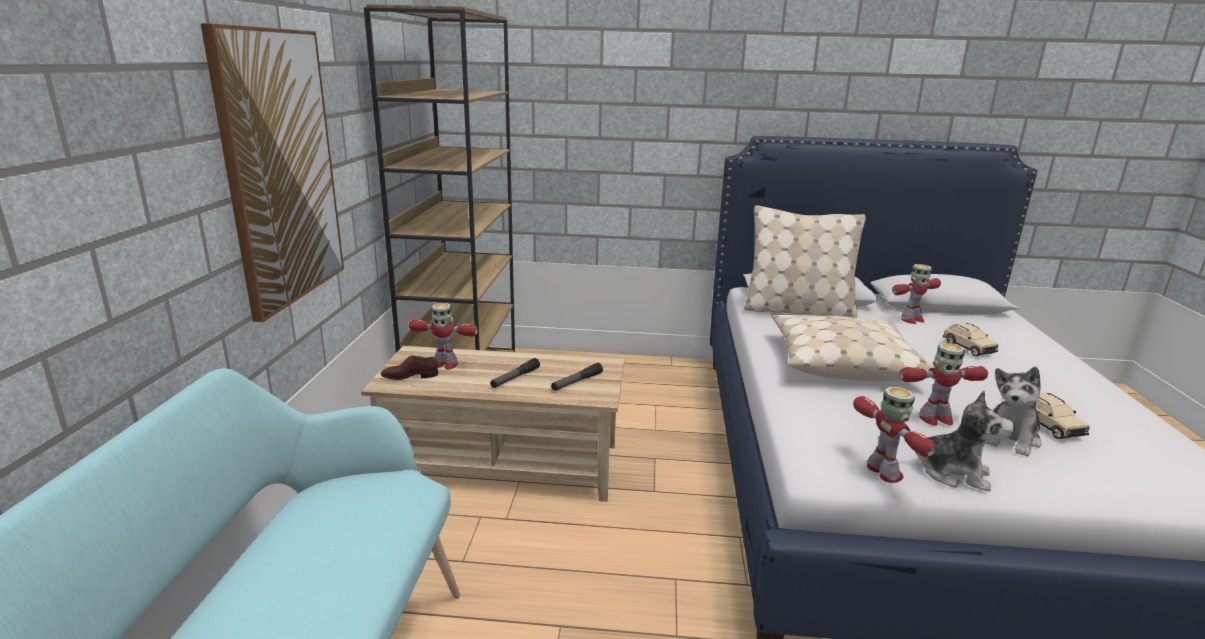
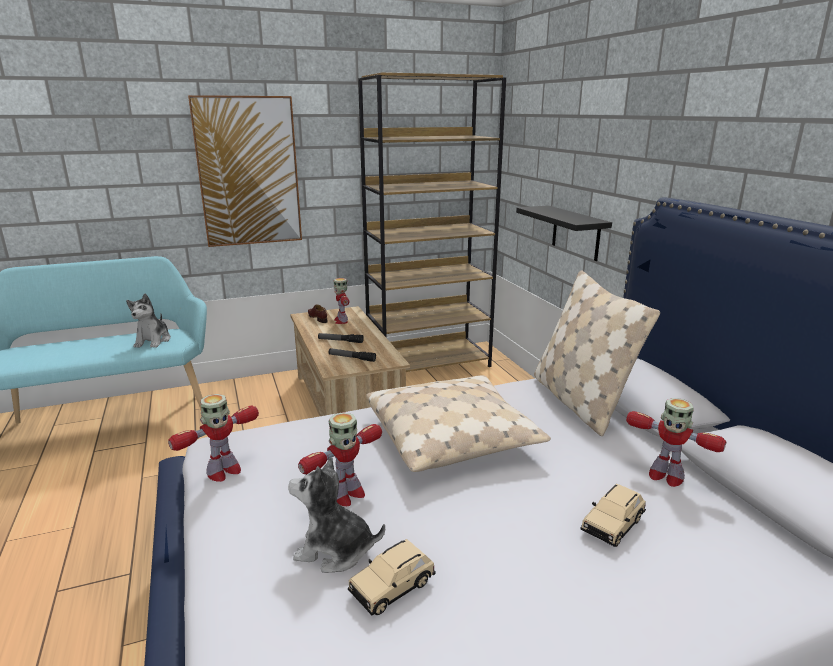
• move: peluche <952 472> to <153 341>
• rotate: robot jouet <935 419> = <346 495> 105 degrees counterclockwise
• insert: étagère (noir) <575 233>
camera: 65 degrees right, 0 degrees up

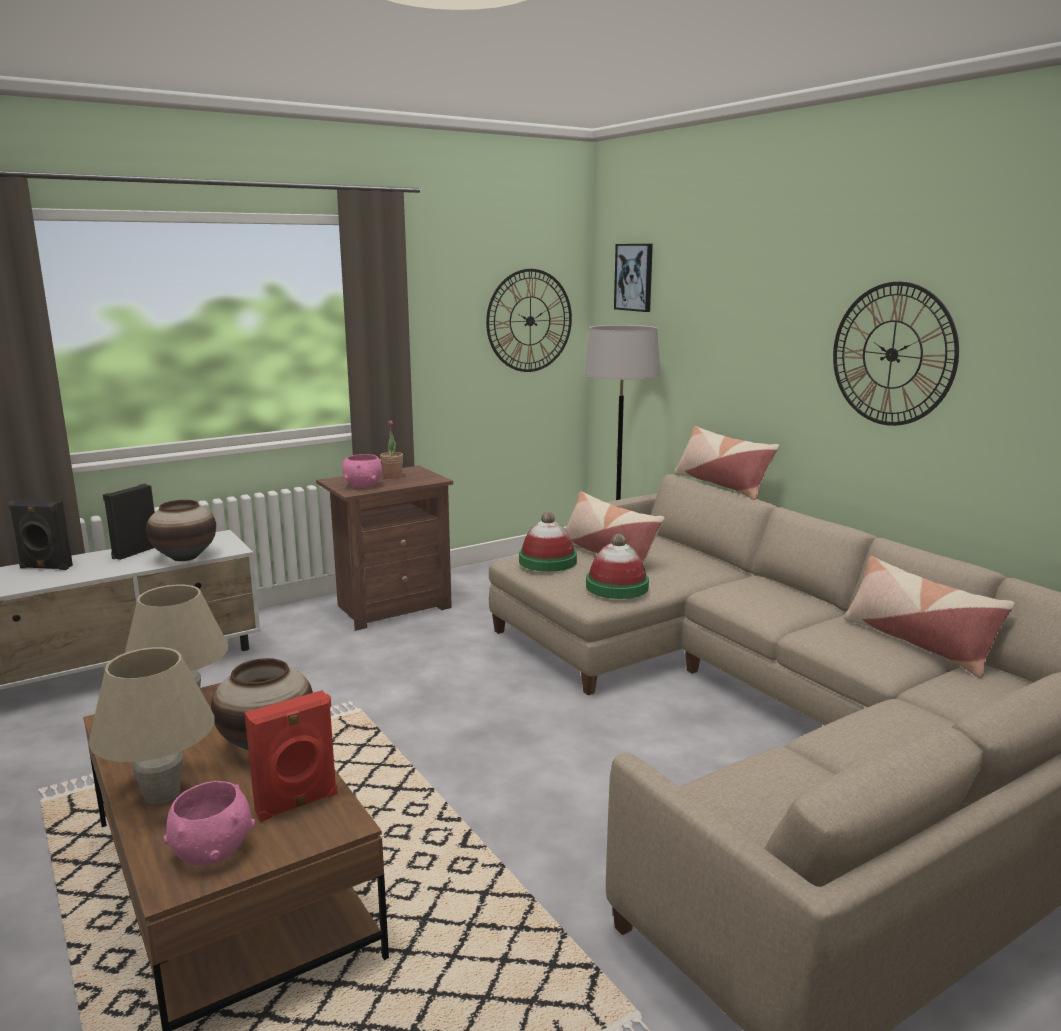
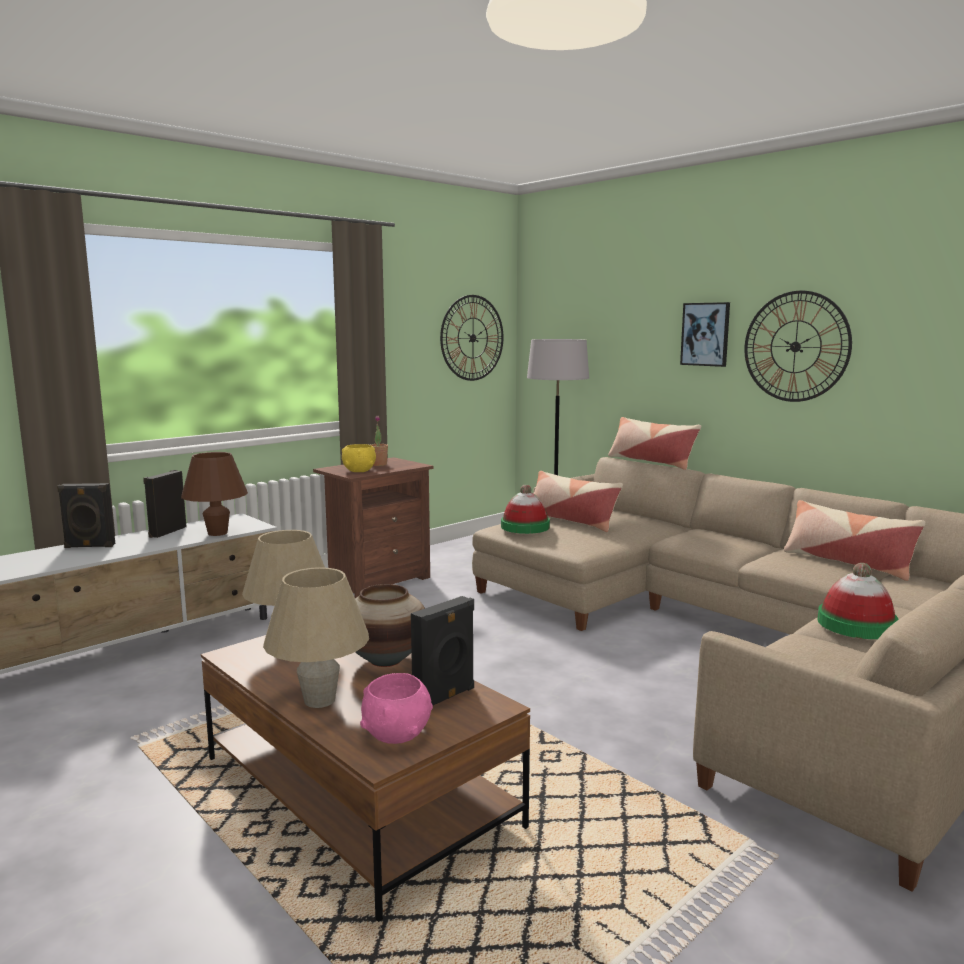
• replace: vase <185 557> to lampe de table (marron) <217 533>
• recolor: bol (rose) <362 486> to bol (jaune) <359 471>
• recolor: enceinte (rouge) <297 804> to enceinte (noir) <445 697>
• move: tableau <634 277> to <705 334>
• move: chapeau <617 587> to <856 624>
camera: 10 degrees left, 5 degrees down

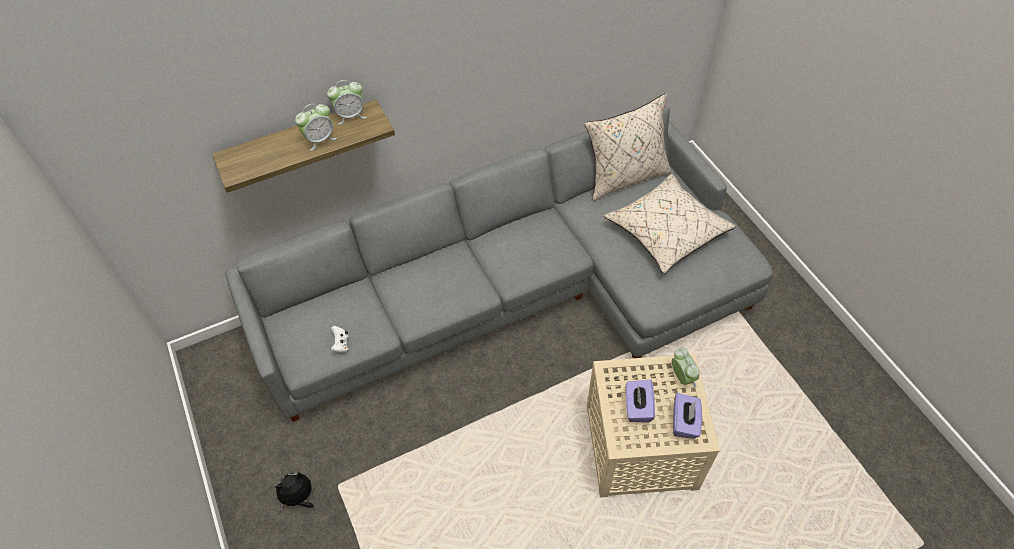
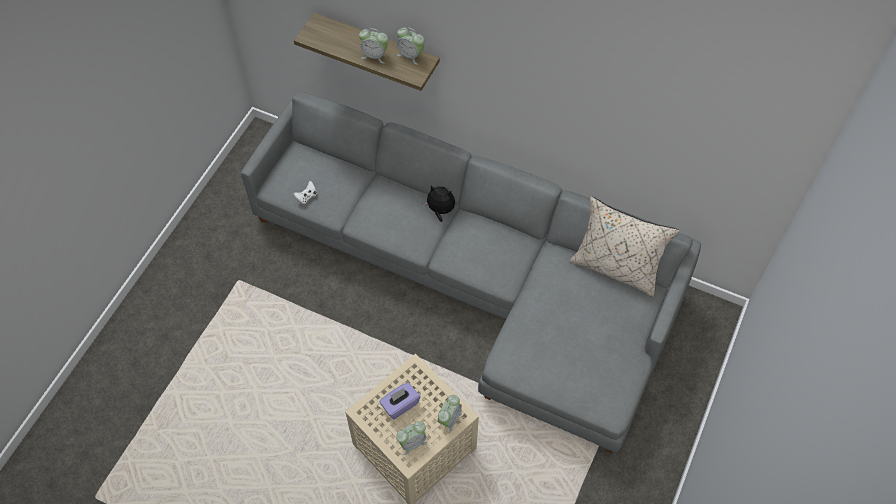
• replace: boîte à mouchoirs (violet) <684 422> to réveil <412 442>
• move: peluche <299 497> to <440 210>
• delete: coussin (beige) <666 231>
camera: 50 degrees right, 5 degrees up

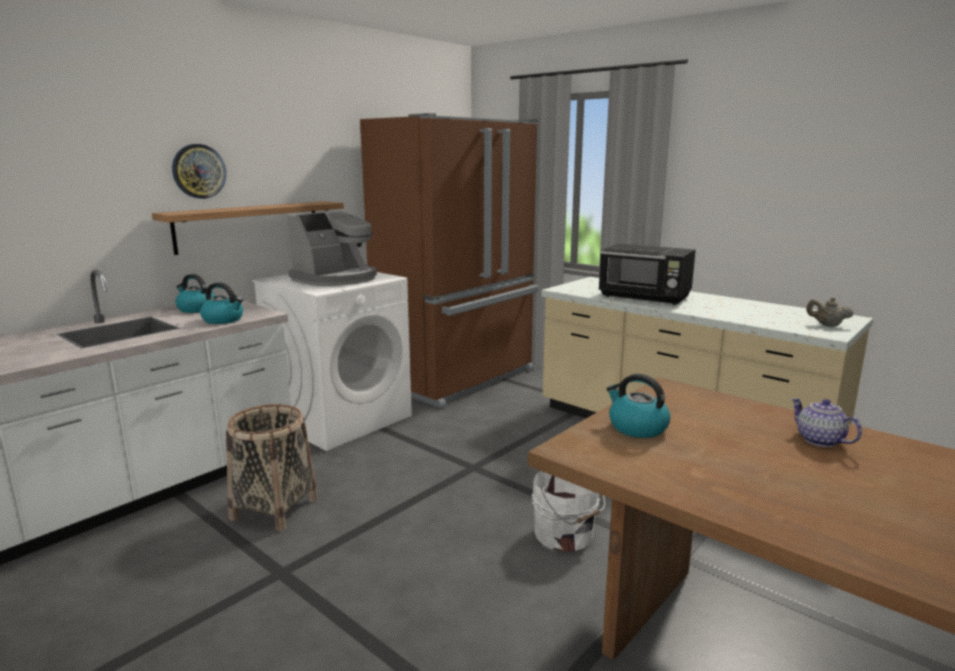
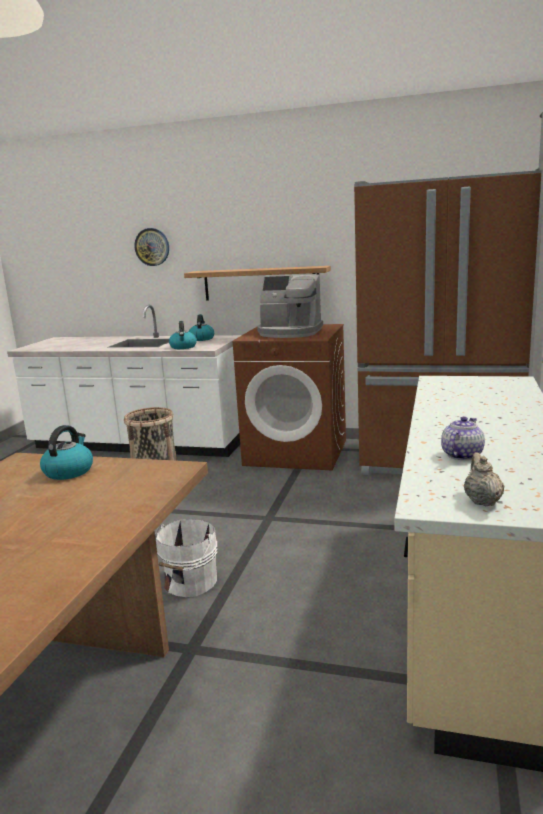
• move: horloge murale <199 171> to <152 247>
• recolor: lave-linge (blanc) <341 418> to lave-linge (marron) <297 452>
• move: théière <819 440> to <461 455>
• delete: micro-ondes (noir) <645 297>
camera: 65 degrees right, 0 degrees up

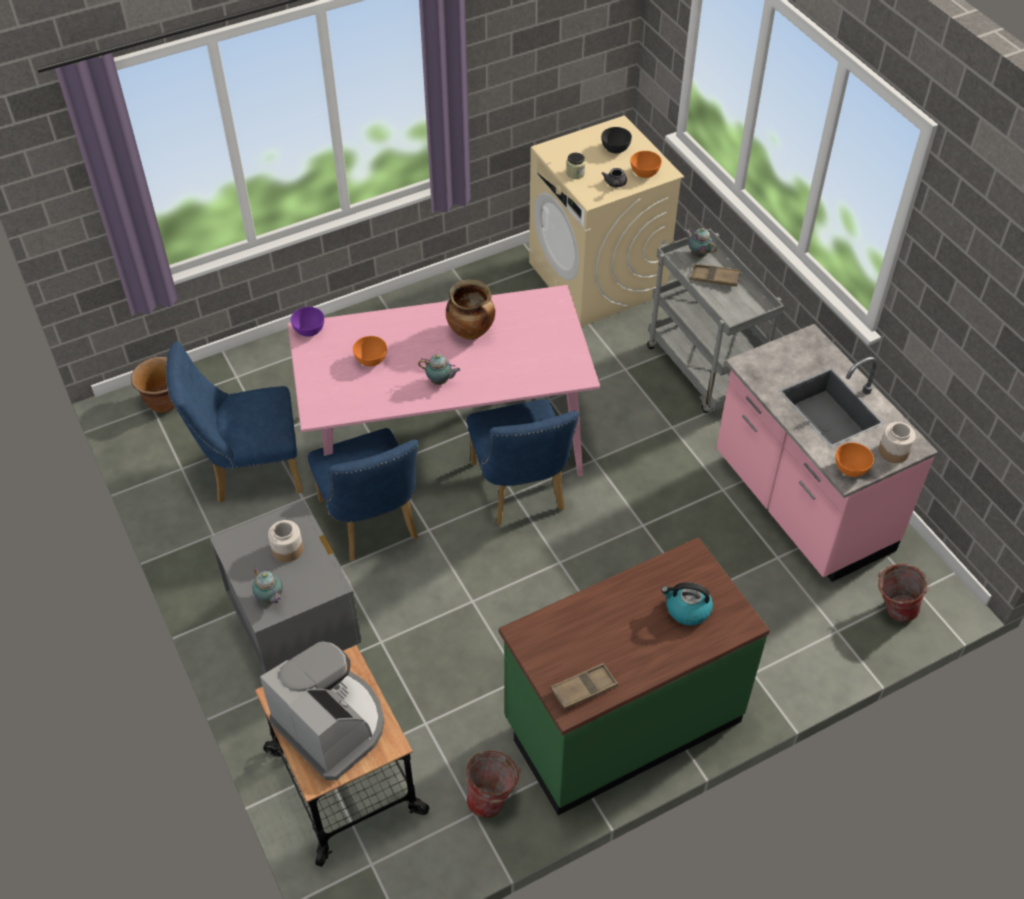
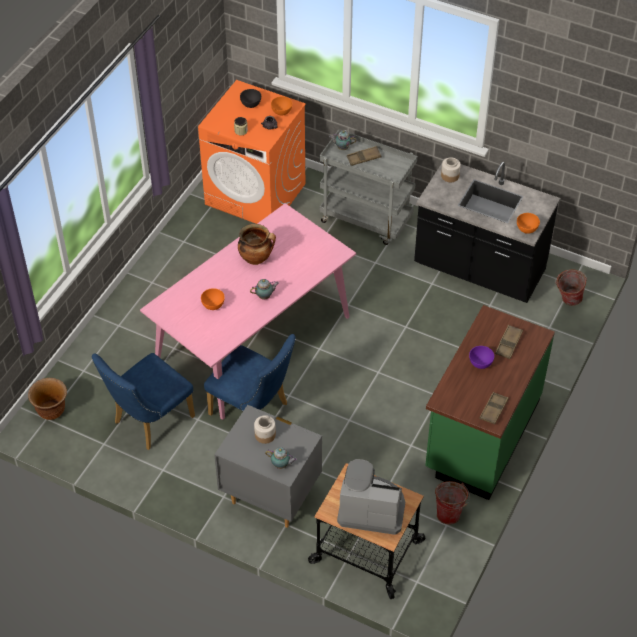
• recolor: lave-linge (beige) <597 279> to lave-linge (orange) <256 194>
• recolor: comptoir de cuisine (rose) <800 505> to comptoir de cuisine (noir) <479 270>
• move: bocal <894 451> to <450 176>
• move: bol (violet) <309 331> to <480 363>
• replace: bouilloire <687 609> to plateau (marron) <508 344>
• delete: chaise (bleu) <520 492>
camera: 35 degrees left, 0 degrees up

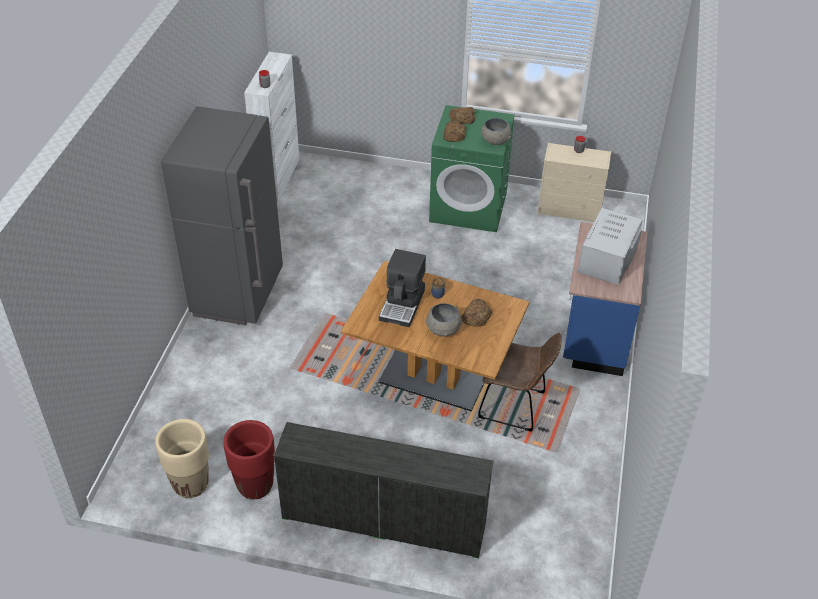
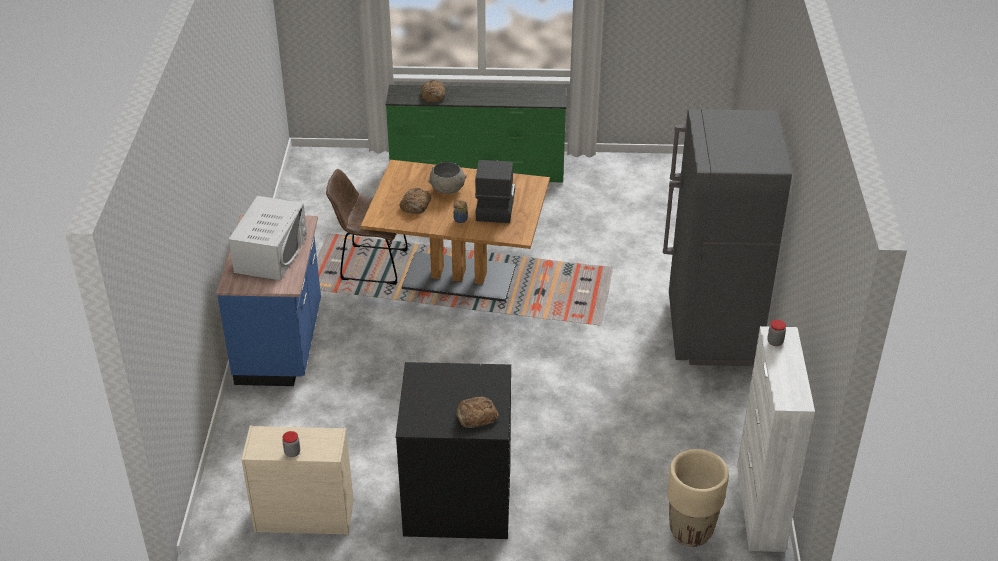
• recolor: lave-linge (vert) <469 207> to lave-linge (noir) <457 500>
• move: pain <454 134> to <434 95>
• move: cache-pot (beige) <190 485> to <691 531>
• delete: cache-pot (rouge) <255 486>
• delete: bol (gris) <495 141>
camera: 170 degrees right, 5 degrees down

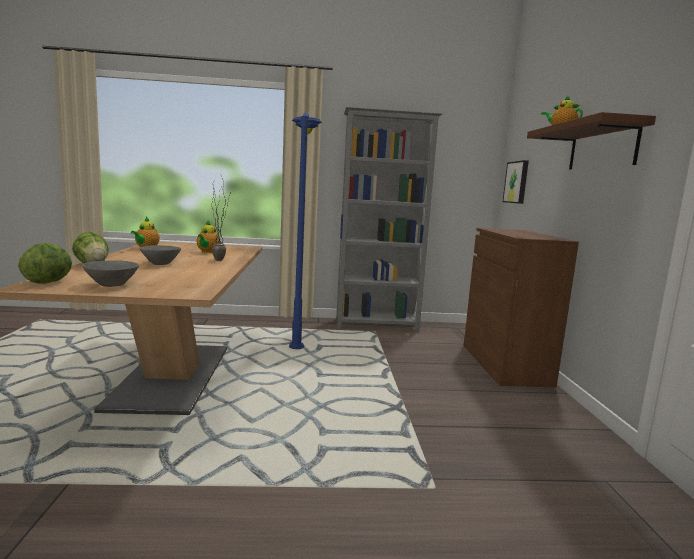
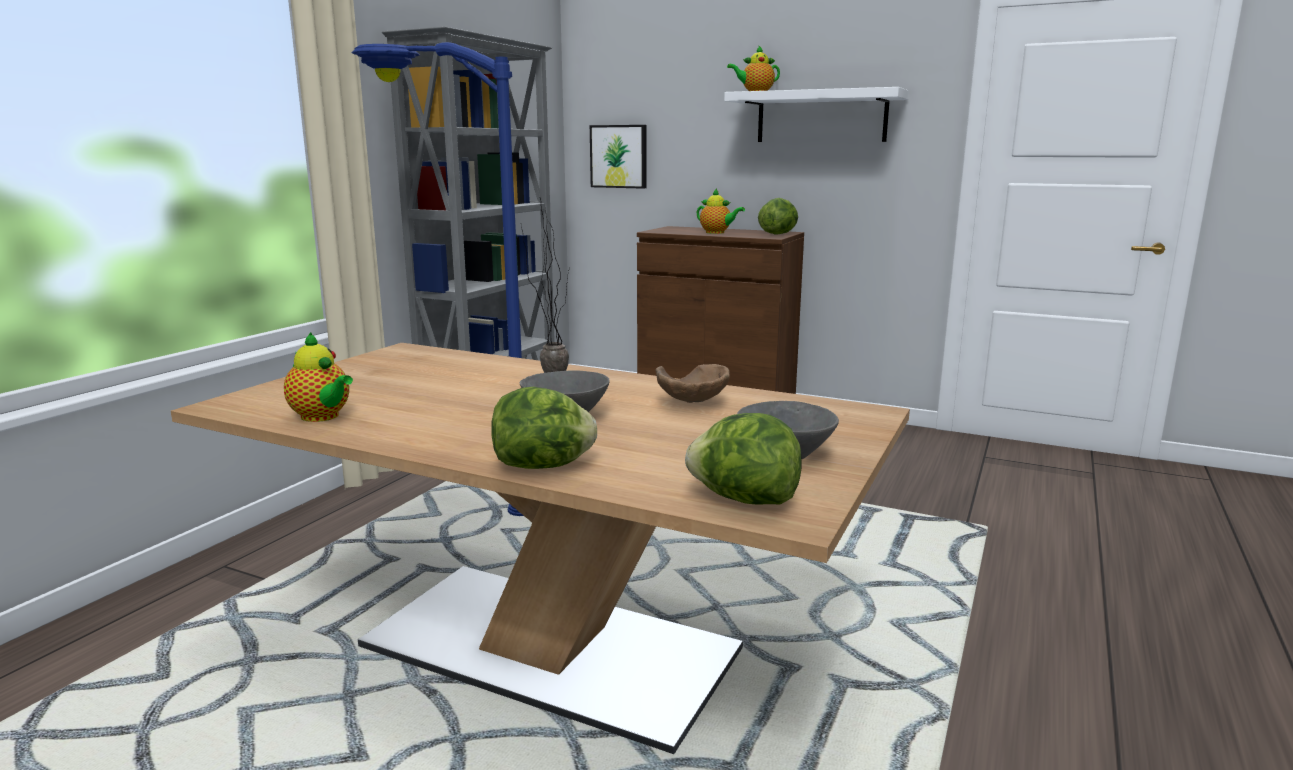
• insert: bol (marron) <692 404>
• move: théière <207 252> to <717 233>
• recolor: étagère (marron) <602 147> to étagère (blanc) <821 117>
• insert: laitue <778 234>
camera: 60 degrees left, 5 degrees up

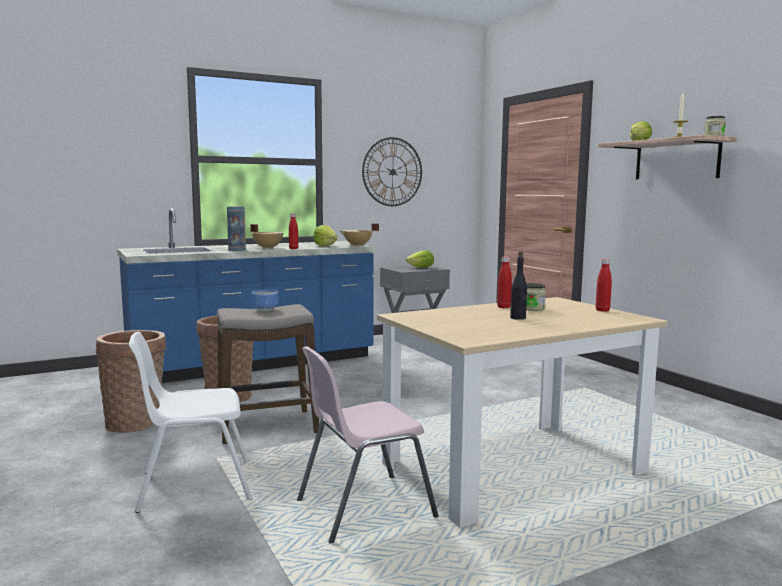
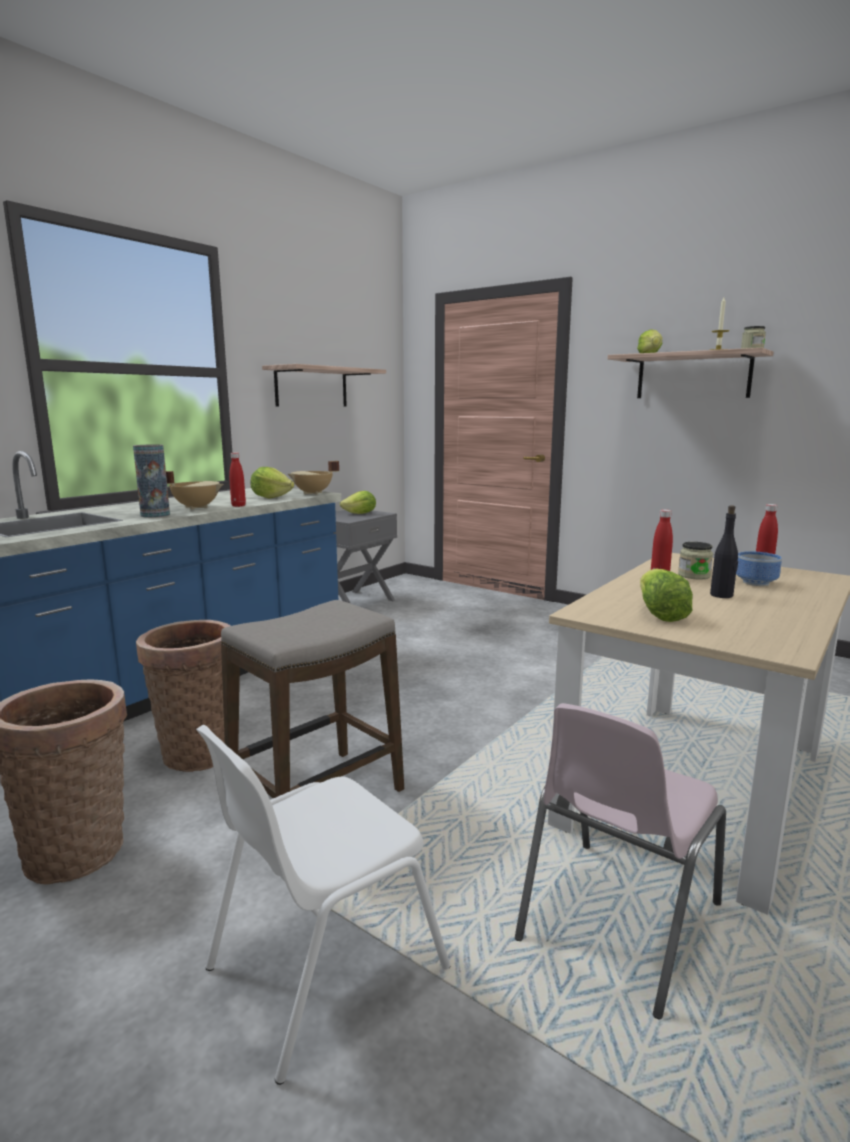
• replace: horloge murale <392 172> to étagère <311 387>
• insert: laitue <659 614>
• move: bol <265 309> to <757 583>
camera: 25 degrees left, 5 degrees up

